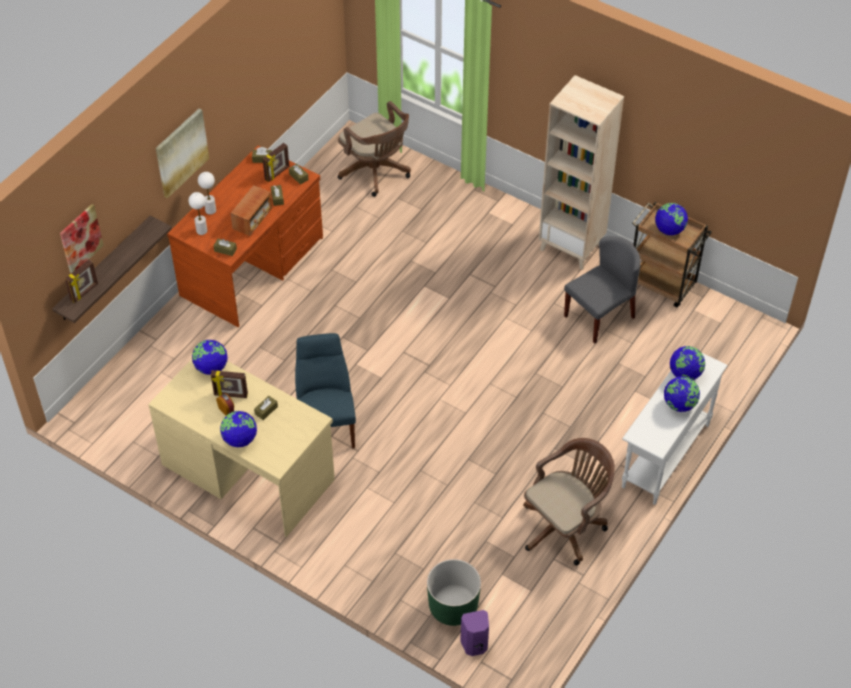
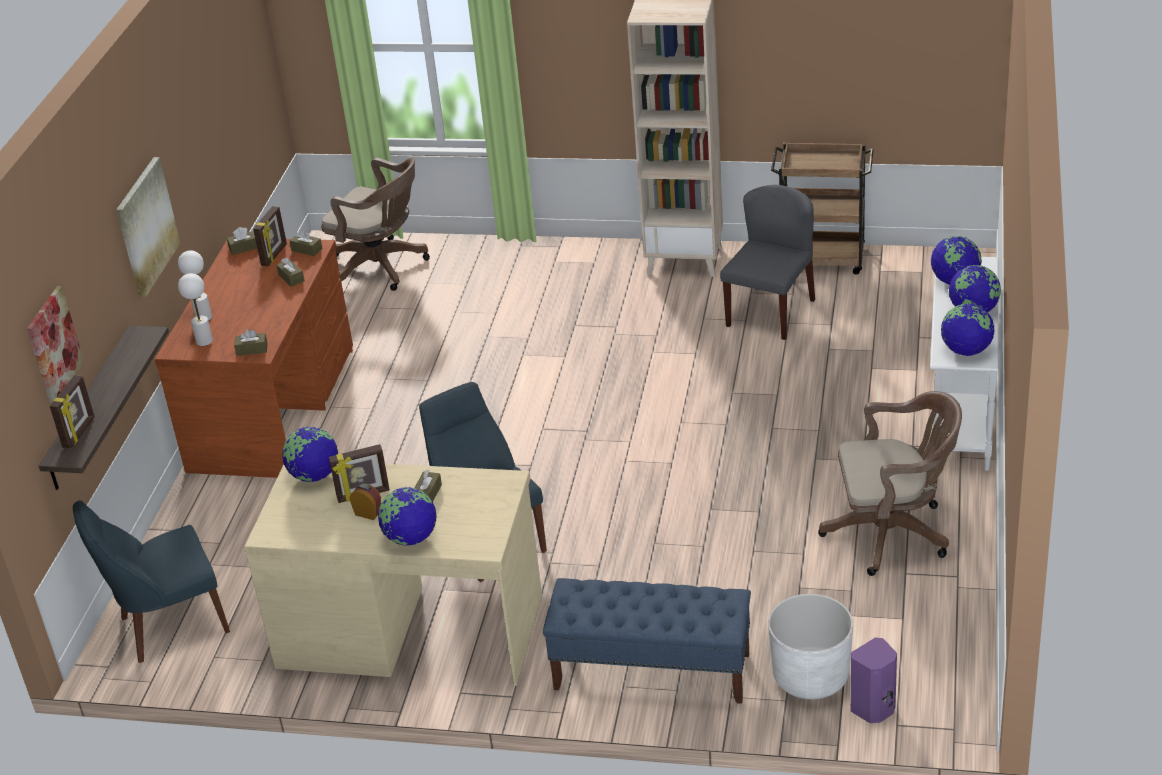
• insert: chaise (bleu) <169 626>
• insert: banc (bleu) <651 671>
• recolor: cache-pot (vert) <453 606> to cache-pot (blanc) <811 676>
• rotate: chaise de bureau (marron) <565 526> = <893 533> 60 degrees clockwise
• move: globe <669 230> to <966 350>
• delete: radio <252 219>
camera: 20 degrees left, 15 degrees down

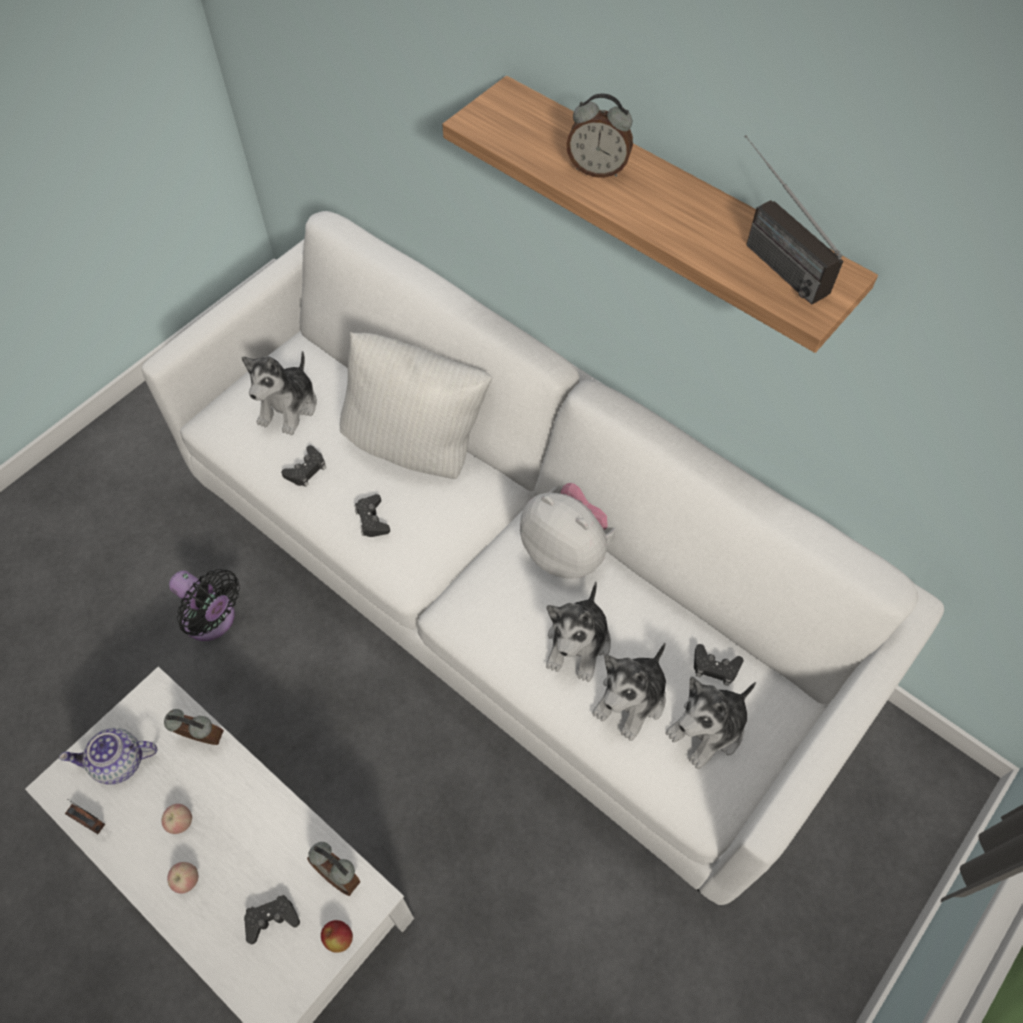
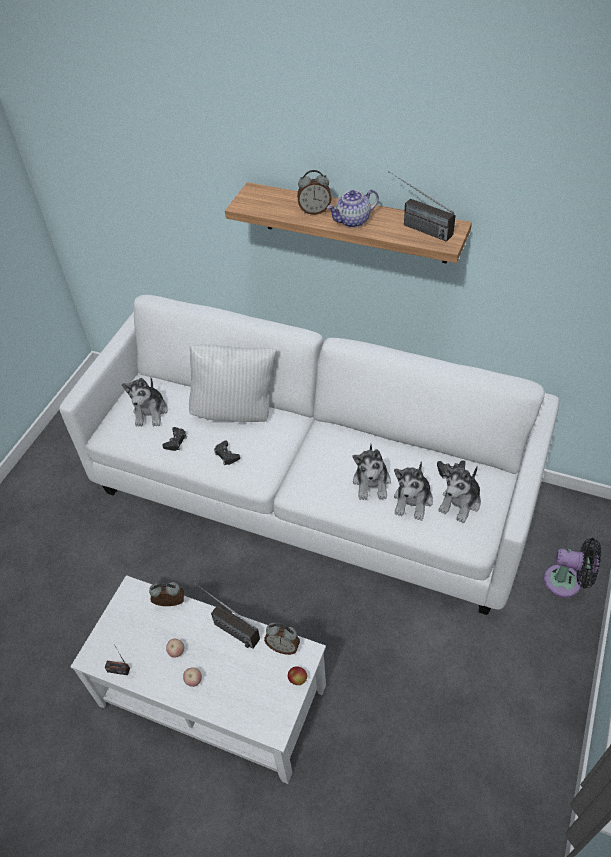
• insert: radio <225 626>
• move: théière <118 763> to <353 221>
• move: ventilateur (noir) <213 620> to <566 582>
• delete: manette (noir) <271 919>
• delete: peluche <569 549>
camera: 15 degrees left, 10 degrees down

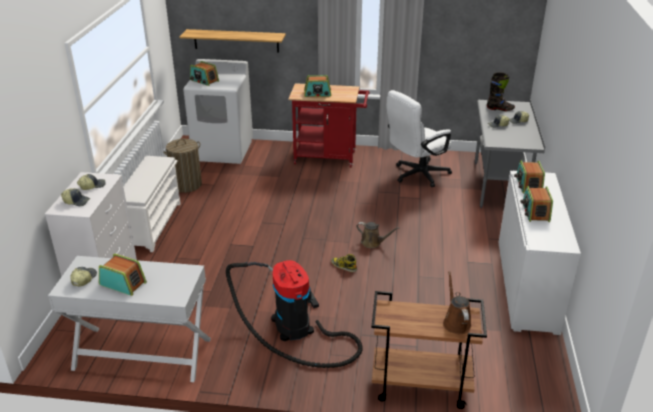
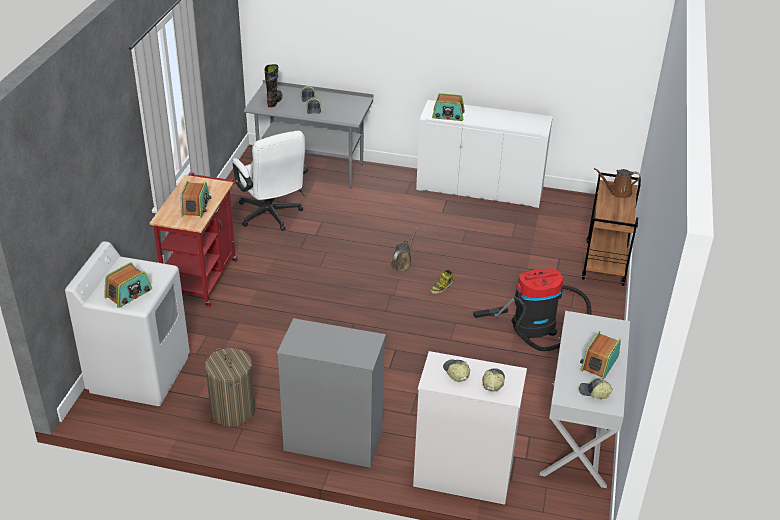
• replace: étagère à chaussures (blanc) <152 225> to commode (gris) <332 440>
• delete: étagère <236 40>
• delete: radio <535 212>
camera: 85 degrees left, 5 degrees up

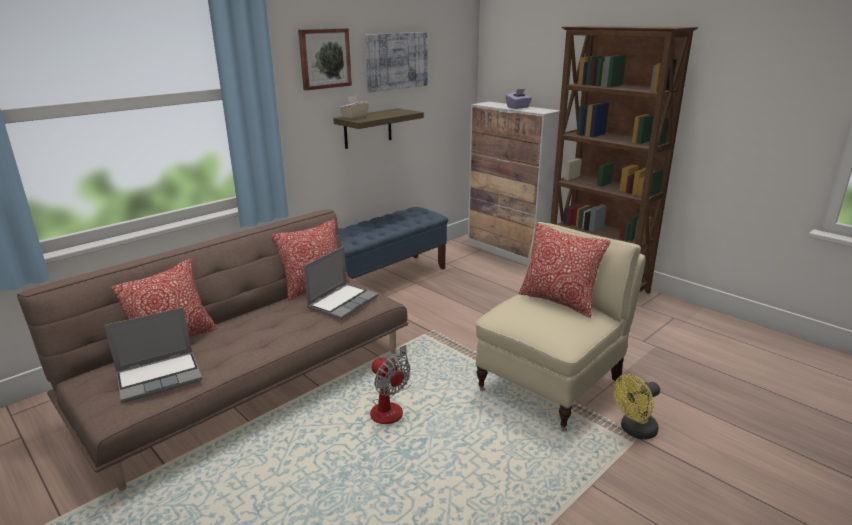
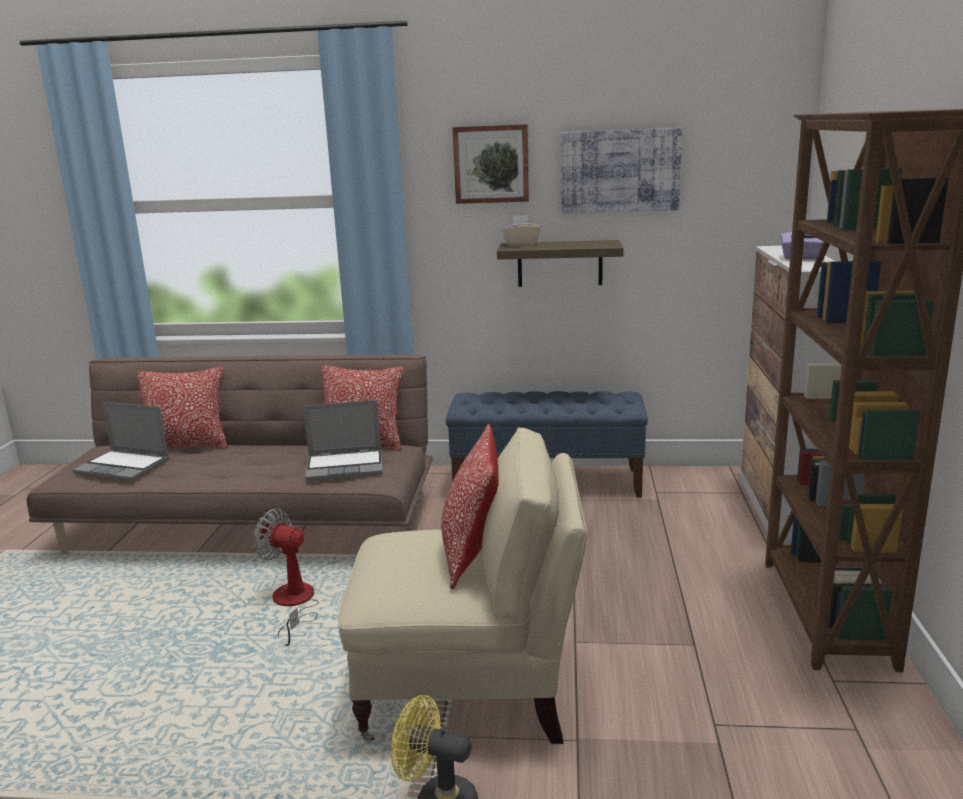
• rotate: ventilateur <390 406> = <293 605> 105 degrees clockwise
camera: 50 degrees right, 5 degrees down

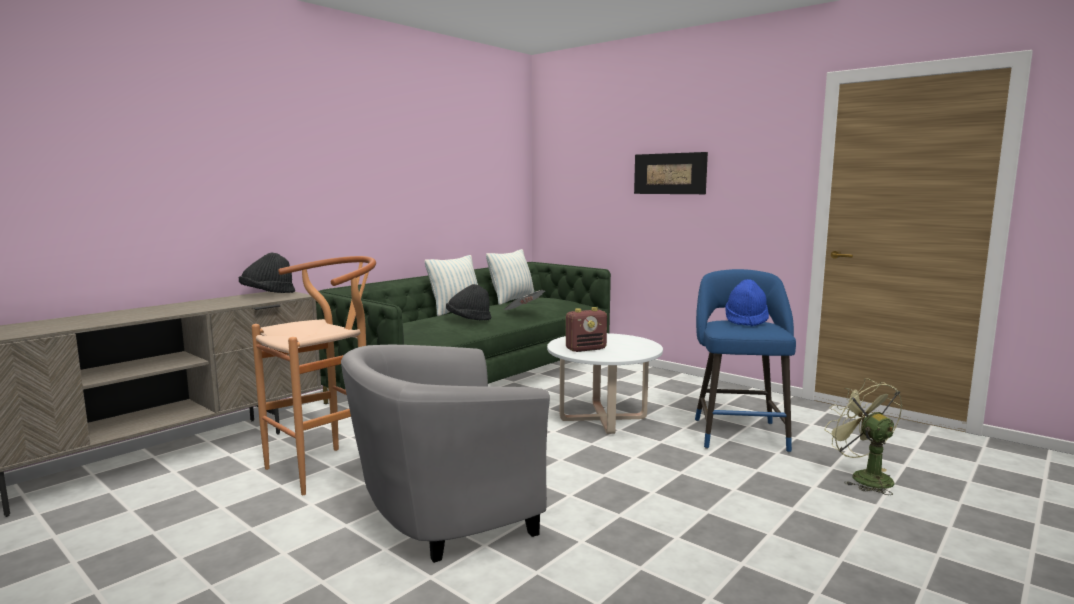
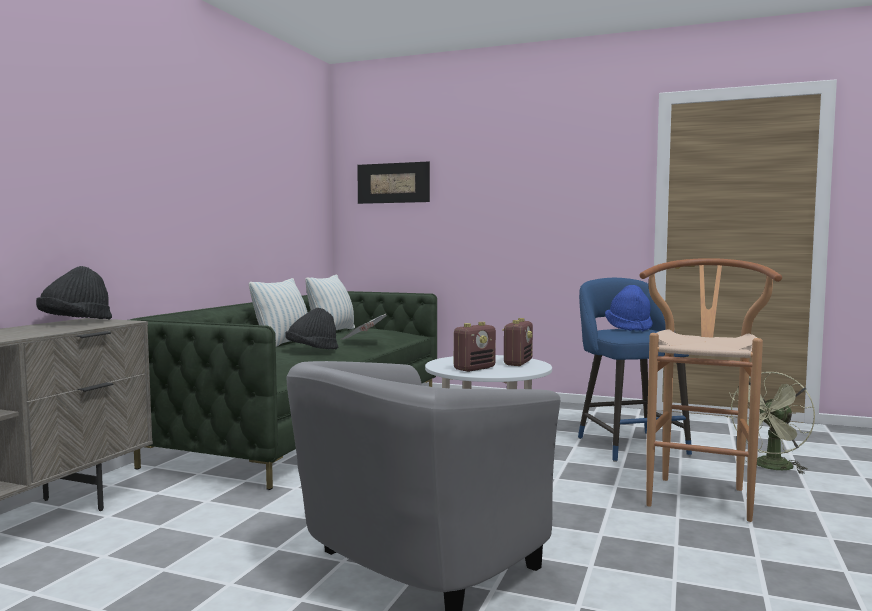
• move: tableau <669 173> to <393 183>
• insert: radio <518 363>
• move: tabouret (marron) <328 466> to <700 494>
• rotate: ventilateur (vert) <863 477> = <771 467> 90 degrees counterclockwise
camera: 20 degrees left, 5 degrees down

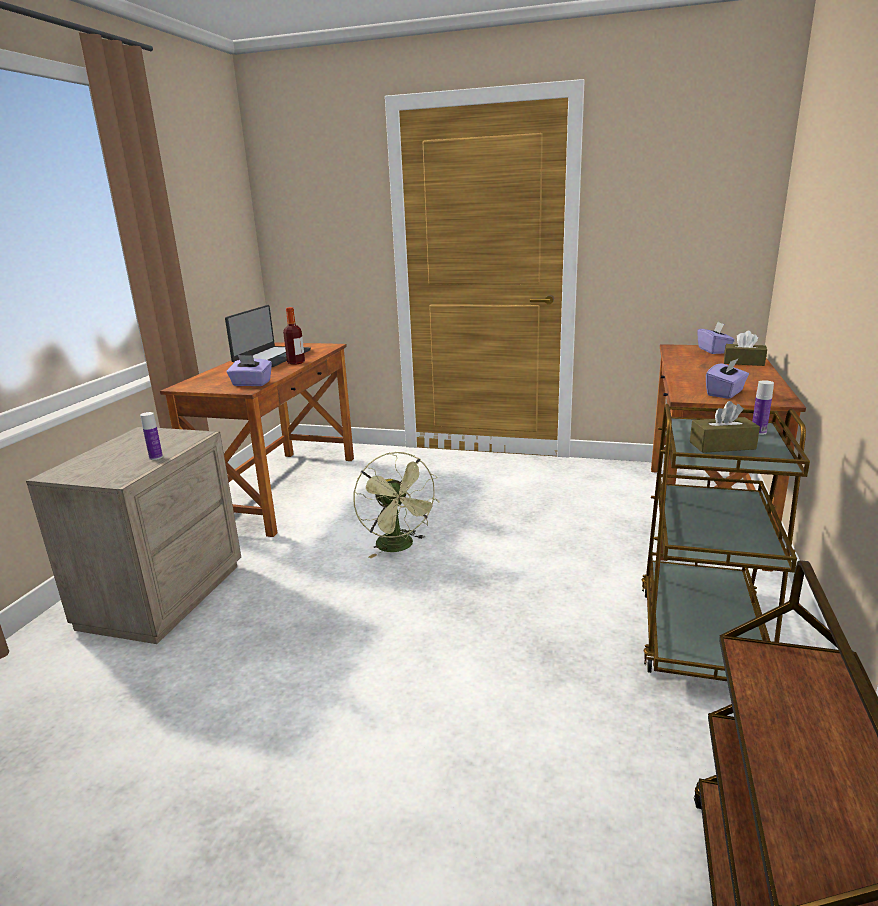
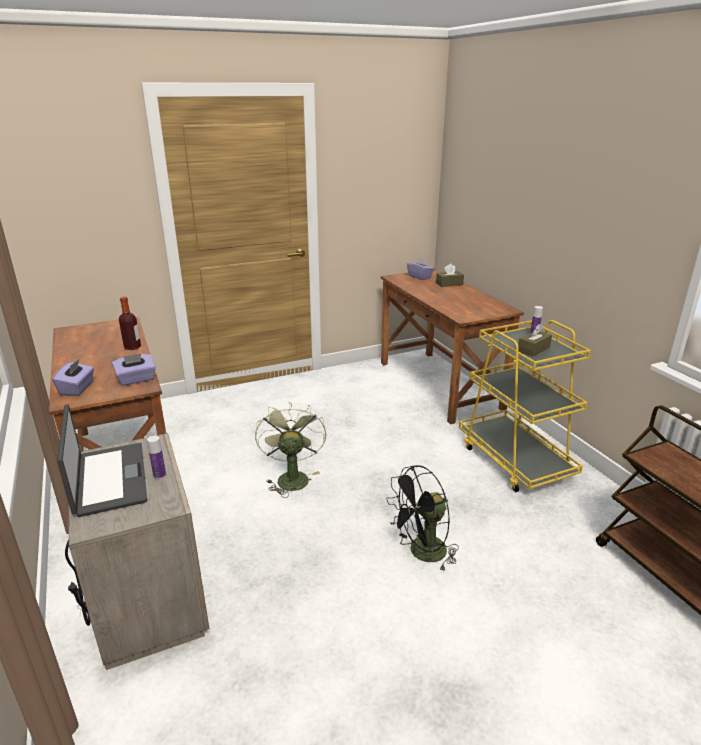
• move: boîte à mouchoirs (violet) <725 393> to <77 388>
• move: ordinateur portable <272 357> to <108 479>
• rotate: ventilateur (vert) <399 547> = <291 477> 120 degrees counterclockwise
• insert: ventilateur (noir) <421 554>
• recolor: chariot (marron) <701 634> to chariot (jaune) <514 460>
camera: 40 degrees left, 5 degrees up

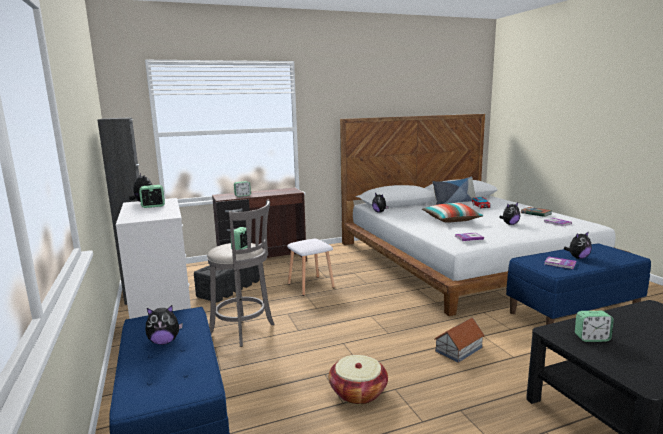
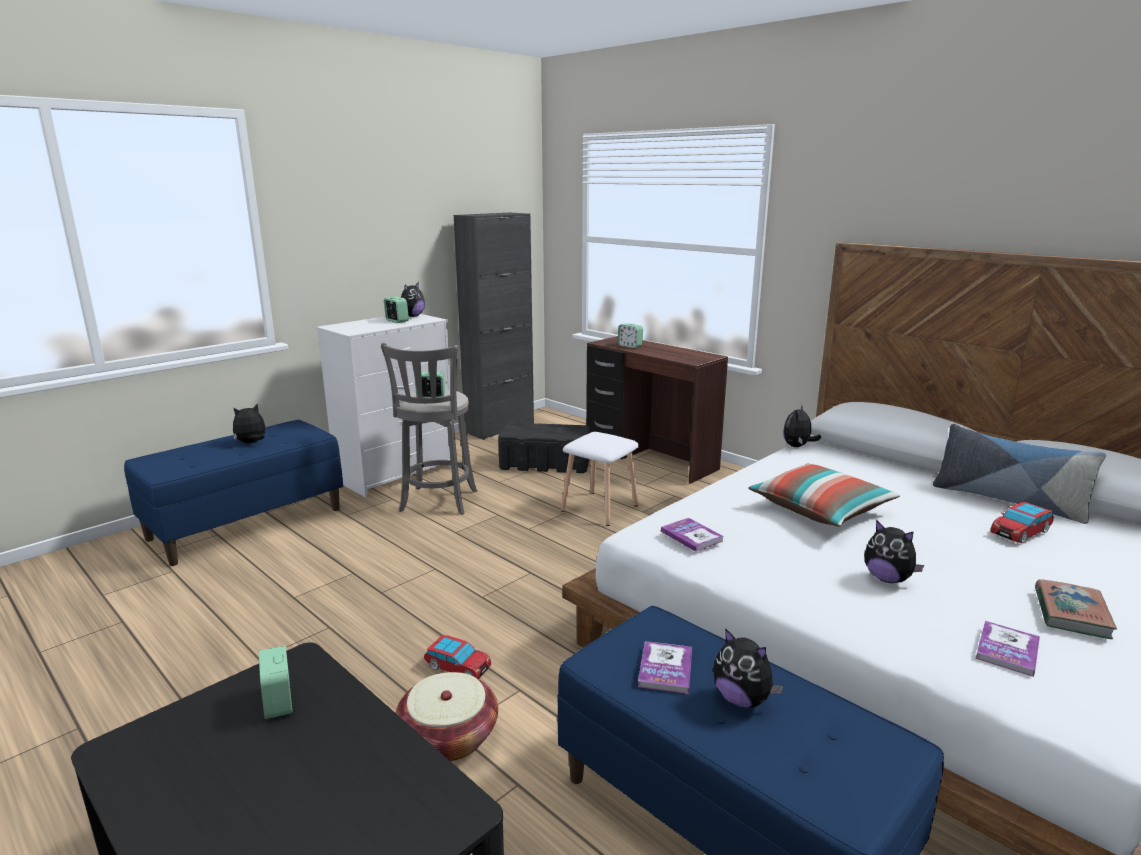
• rotate: peluche <164 342> = <251 443> 90 degrees clockwise
• move: panier <358 392> to <449 737>
• replace: maison miniature <458 349> to petite voiture <457 667>
camera: 65 degrees right, 5 degrees up

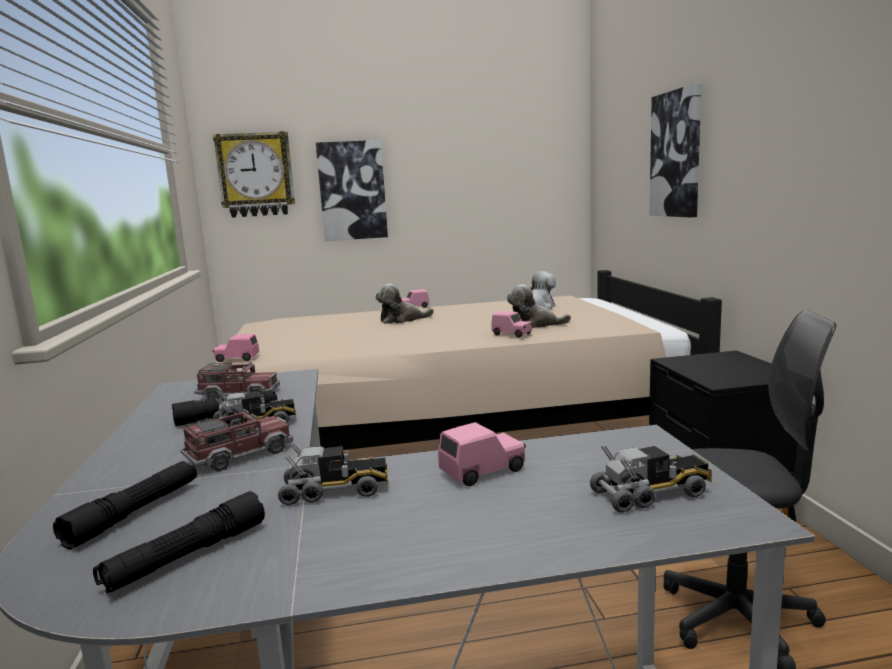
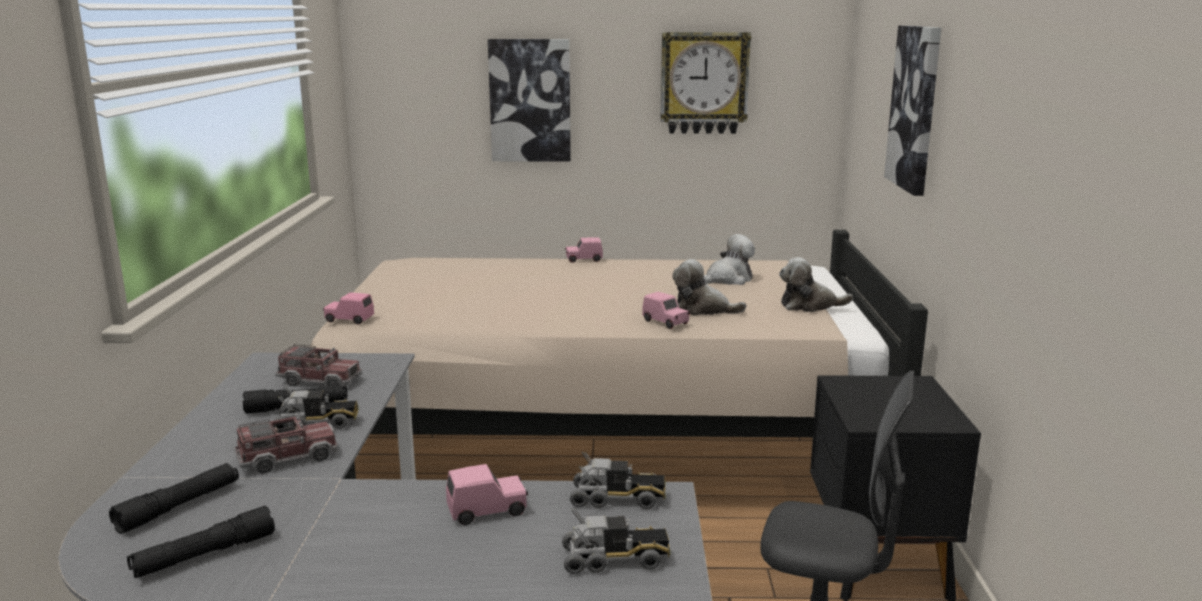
• move: camion jouet <335 490> to <618 498>
• move: horloge murale <256 175> to <704 83>
• move: peluche <402 320> to <809 305>
camera: 10 degrees right, 5 degrees up

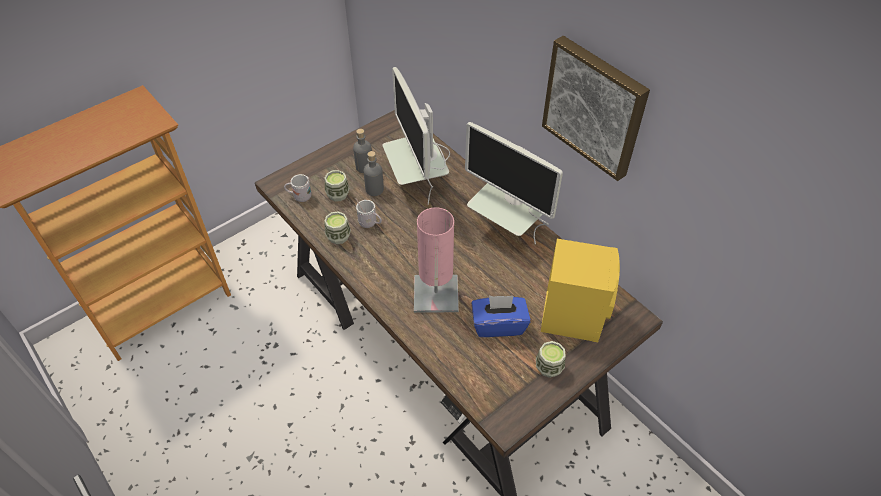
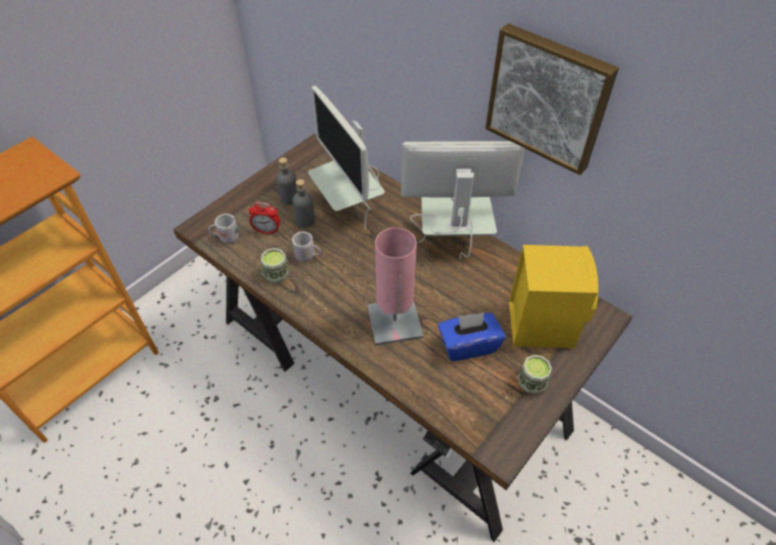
• replace: tasse <338 194> to réveil <267 231>
• rotate: écran d'ordinateur <508 228> = <453 242> 150 degrees clockwise
camera: 10 degrees left, 0 degrees up

